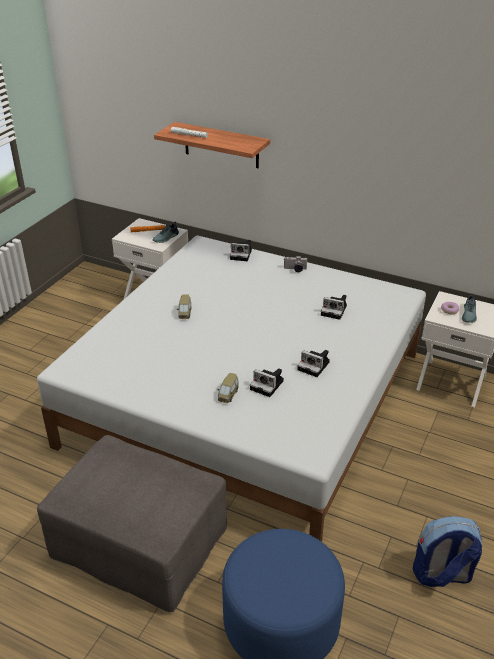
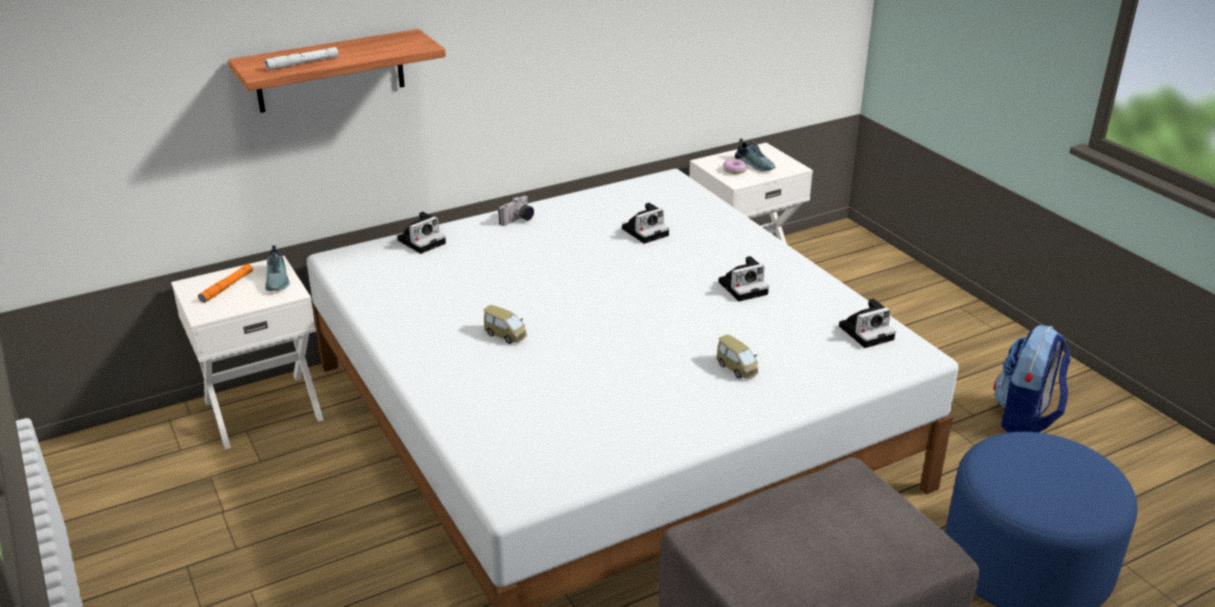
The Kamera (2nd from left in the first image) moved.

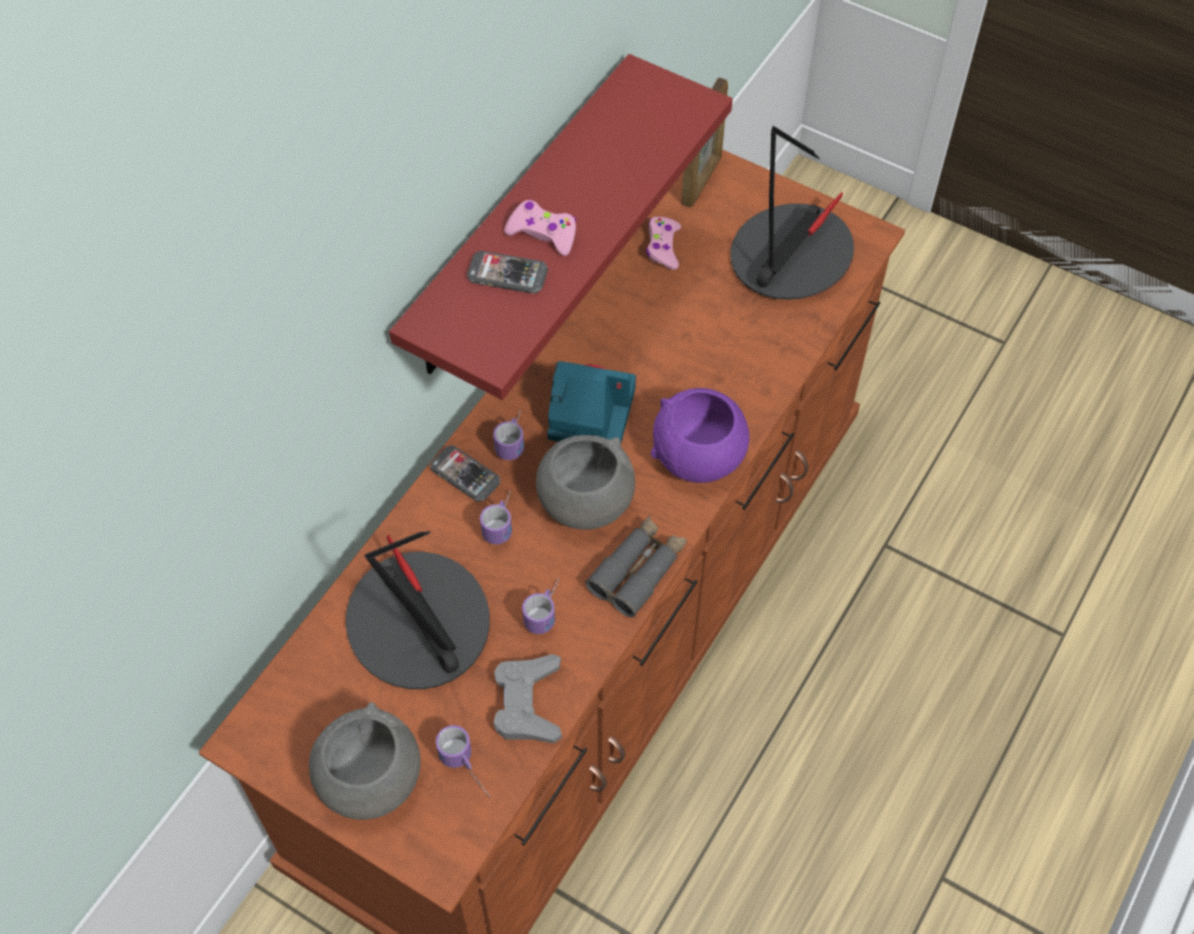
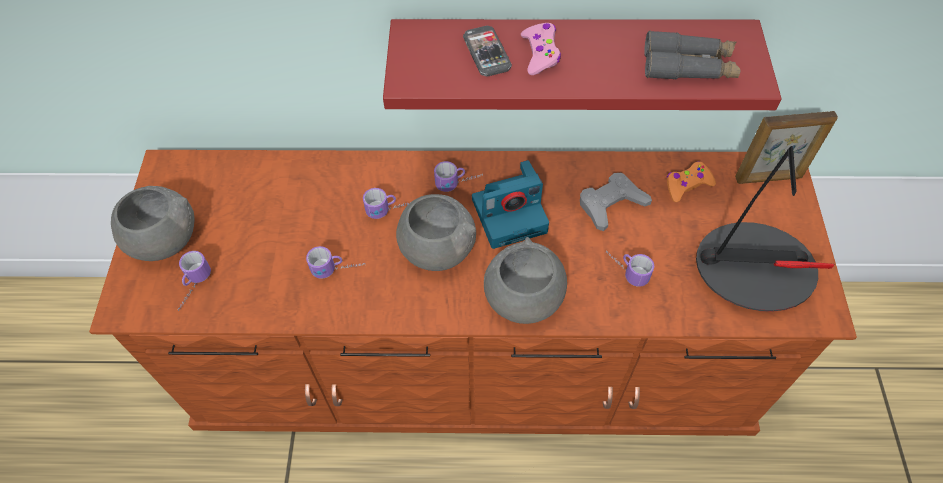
The Kamera turned 90 degrees clockwise.
The Schüssel/lila became the Schüssel/grau (3rd from left).
The Gamepad/grau moved.
The Henkelbecher (5th from left) appeared.
The Fernglas/grau moved.
The Gamepad/rosa (2nd from left) became the Gamepad/orange.
The Tischlampe (1st from left) disappeared.
The Handy (1st from left) disappeared.

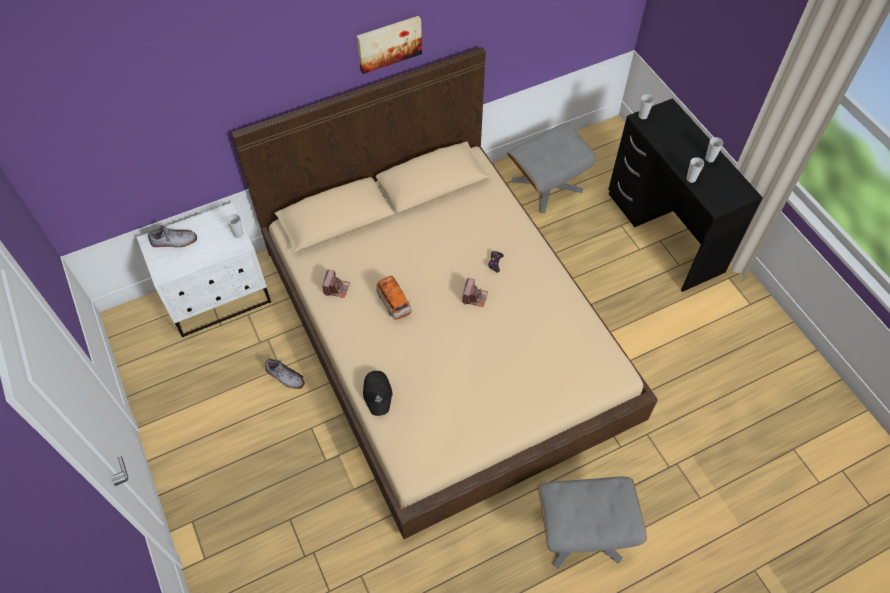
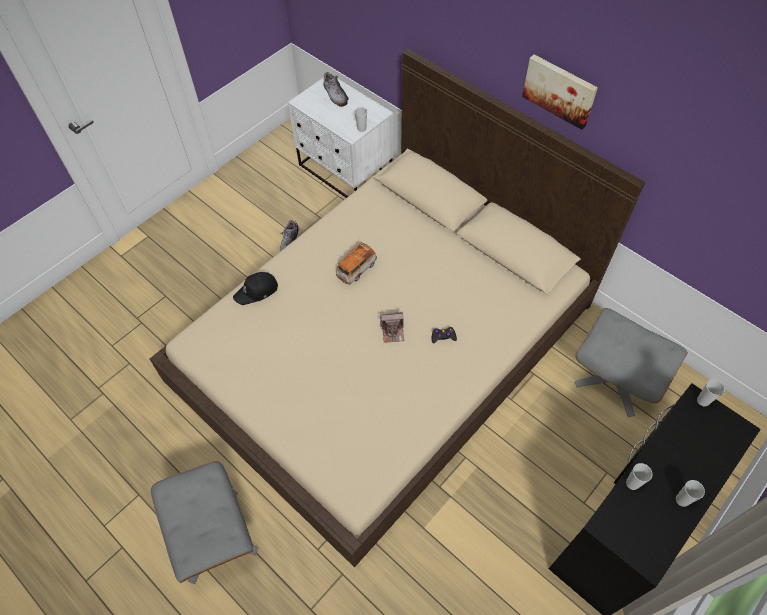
The Kamera (1st from left) disappeared.

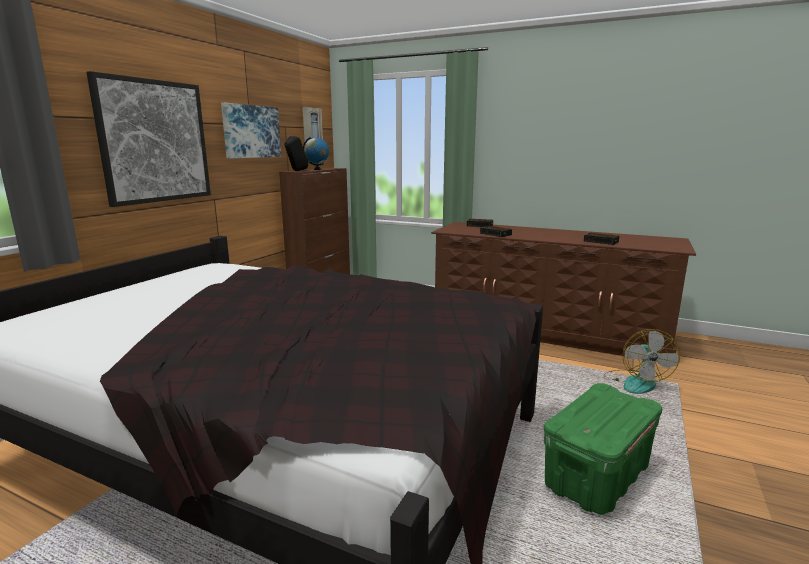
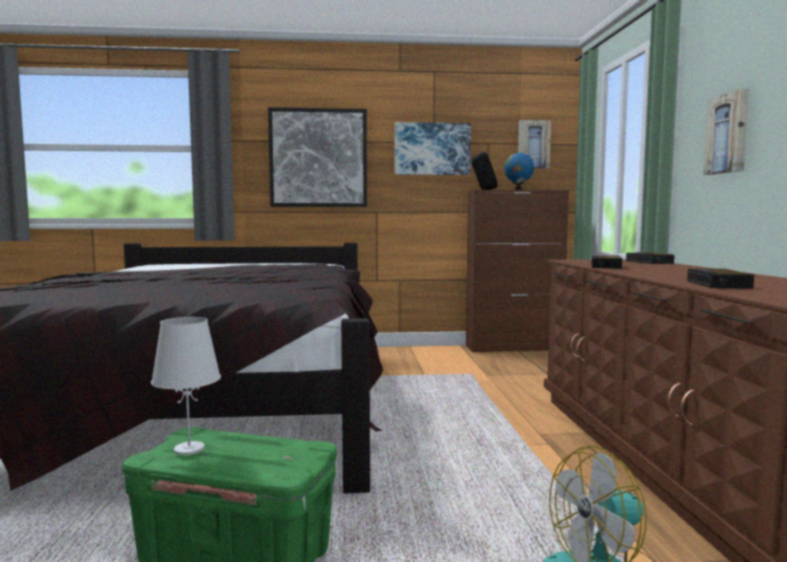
The Tischlampe/weiß appeared.
The Bild (4th from left) appeared.

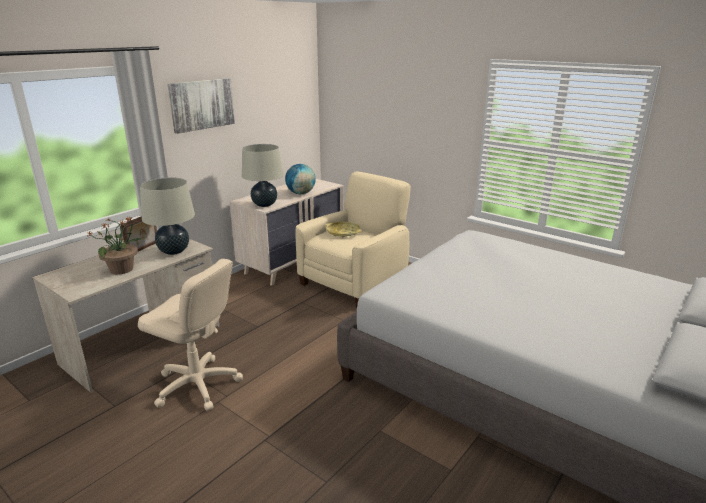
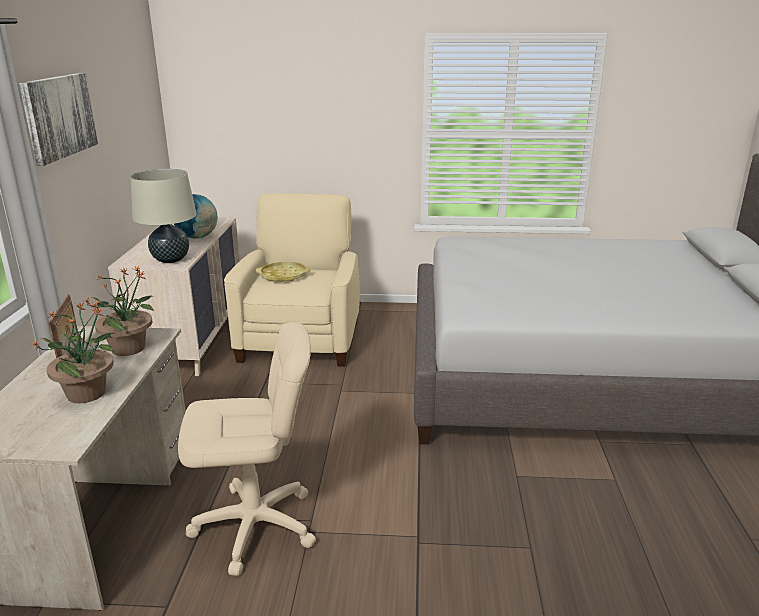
The Tischlampe/beige (1st from left) was replaced by the Topfpflanze (2nd from left).

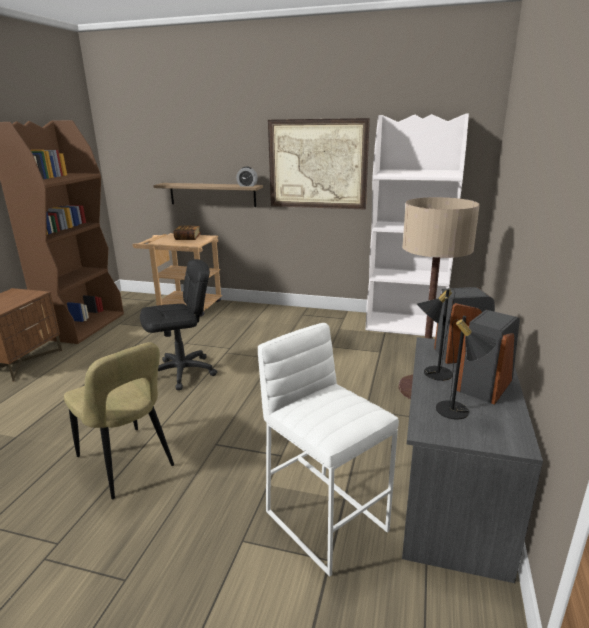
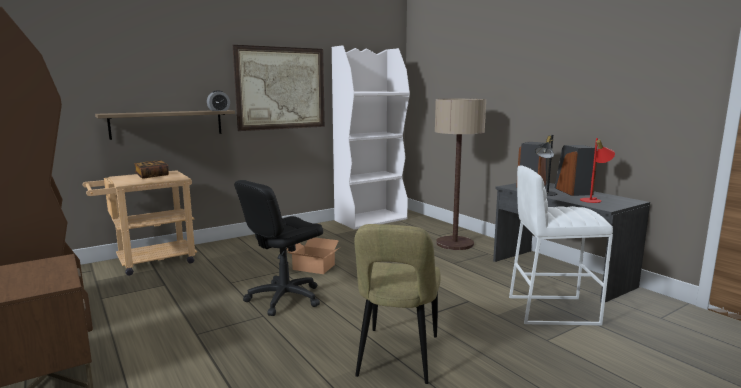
The Bürostuhl/schwarz turned 150 degrees counterclockwise.
The Karton appeared.
The Stuhl/beige turned 105 degrees clockwise.
The Tischlampe/schwarz (2nd from left) became the Tischlampe/rot.

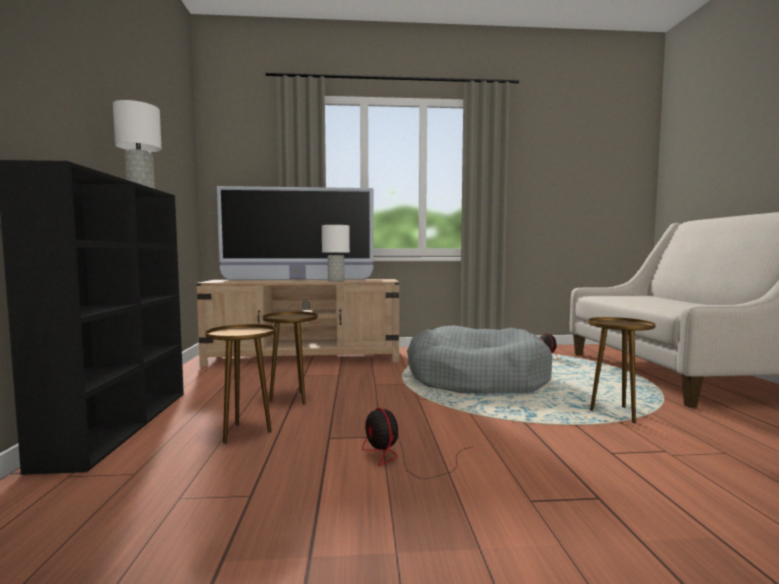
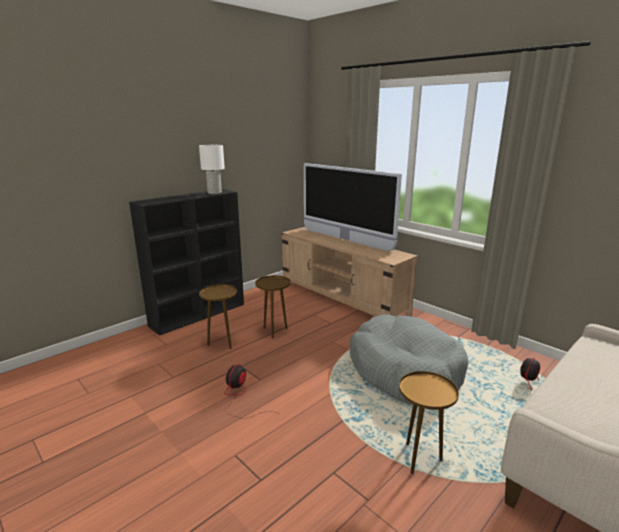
The Tischlampe/weiß (2nd from left) disappeared.

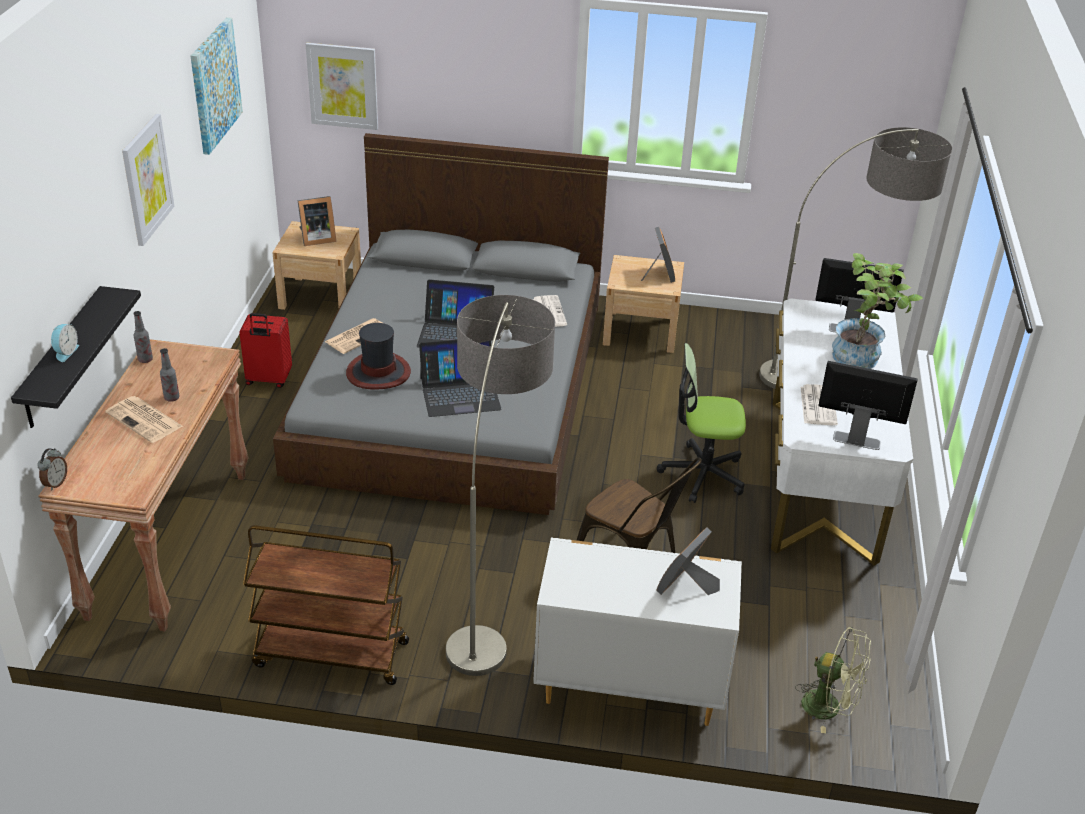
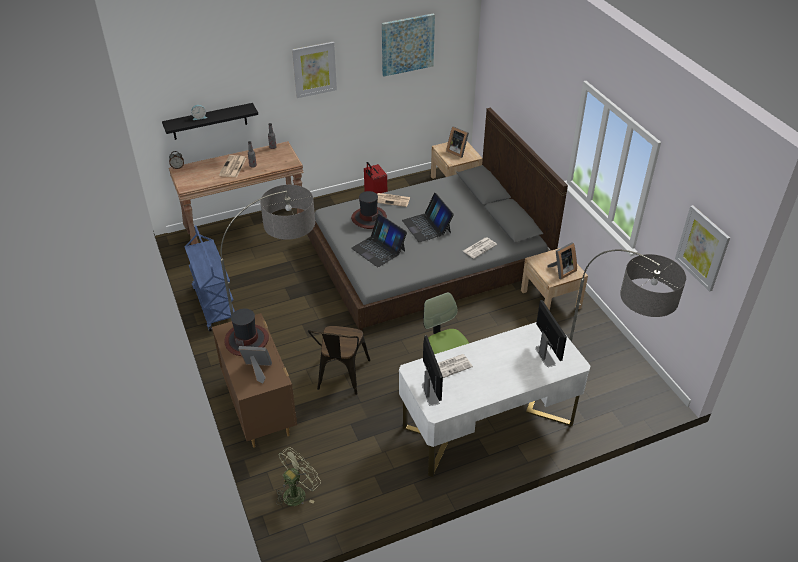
The Rollwagen/braun became the Rollwagen/blau.
The Kommode/weiß became the Kommode/braun.
The Hut (1st from left) appeared.
The Ventilator/grün turned 135 degrees counterclockwise.
The Bild (3rd from left) moved.
The Topfpflanze disappeared.

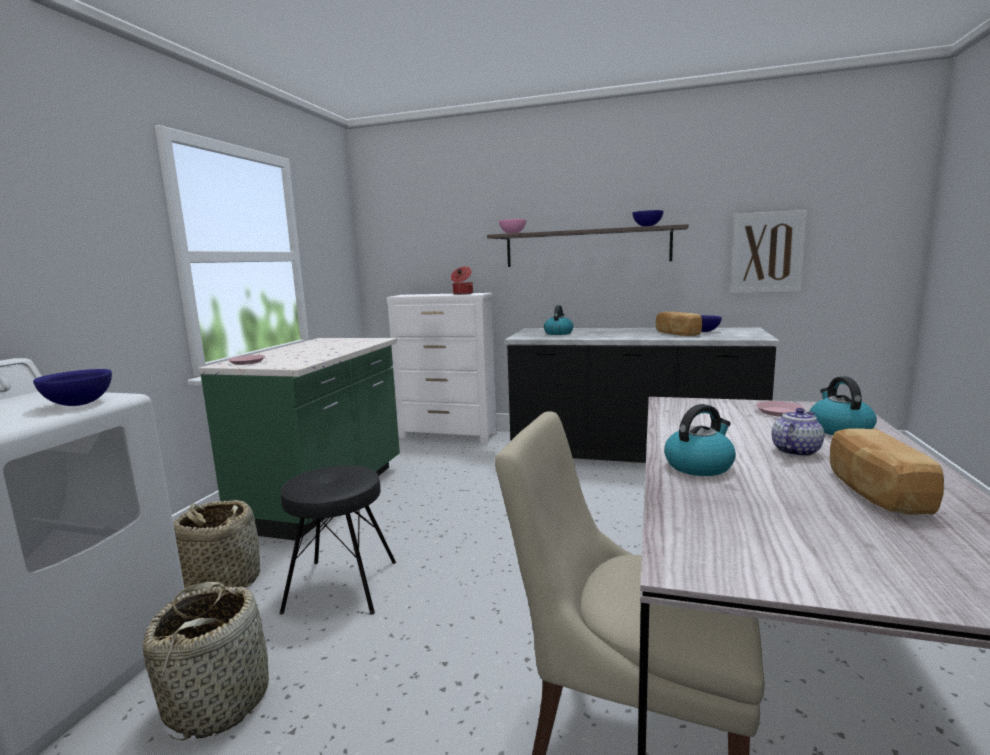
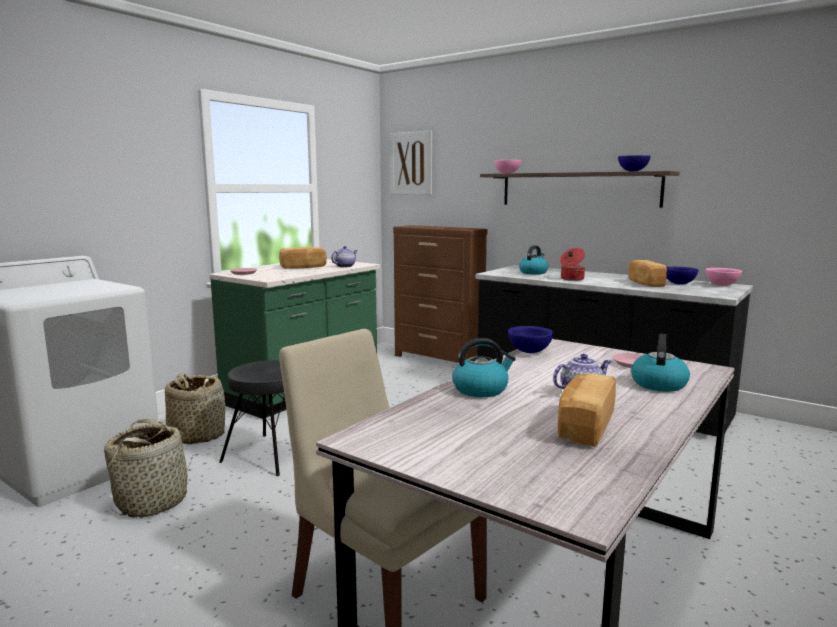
The Brot (1st from left) appeared.
The Teekanne (1st from left) appeared.
The Bild moved.
The Kommode/weiß became the Kommode/braun.
The Schüssel/blau (1st from left) moved.
The Kochtopf moved.
The Schüssel/rosa (2nd from left) appeared.

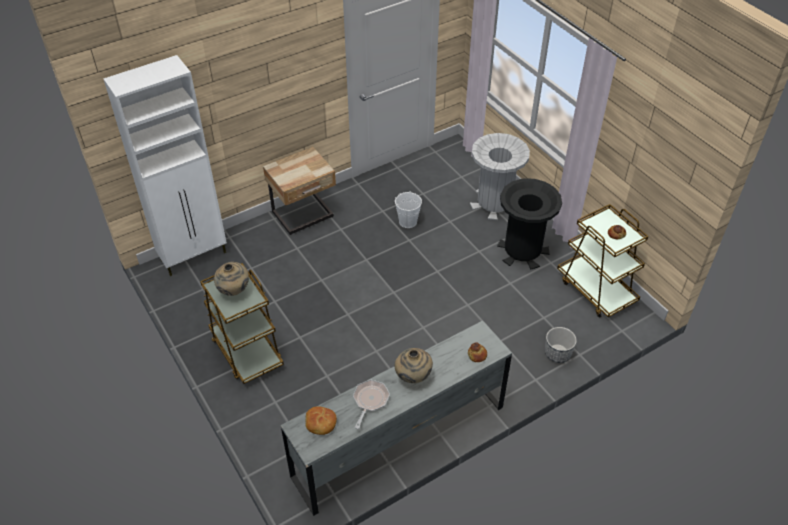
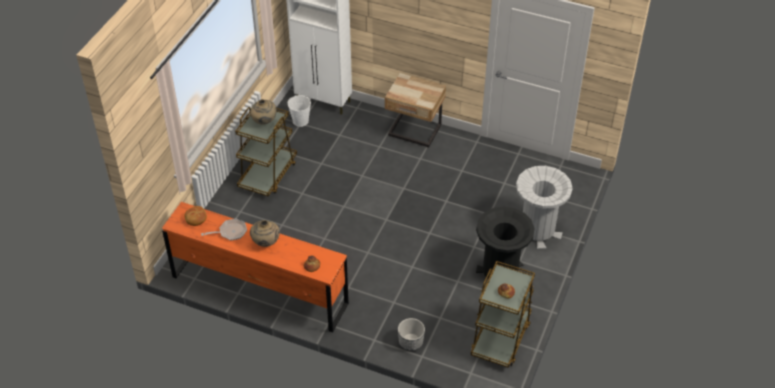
The Kommode/grau became the Kommode/orange.
The Eimer/weiß moved.

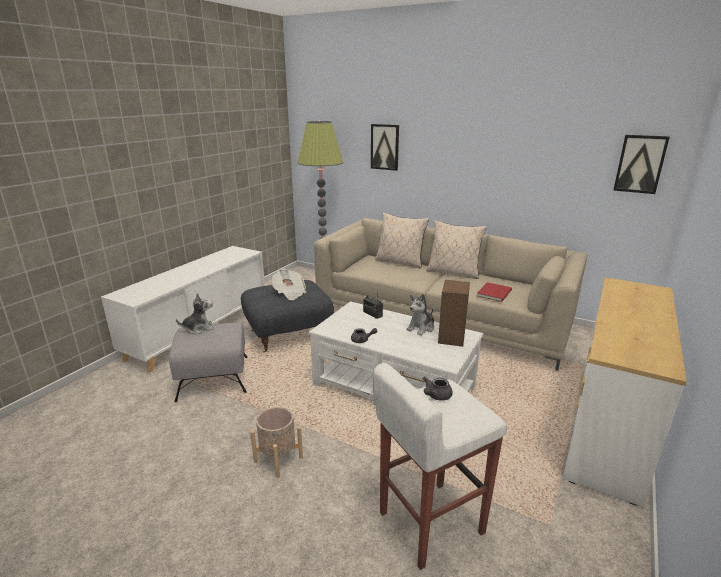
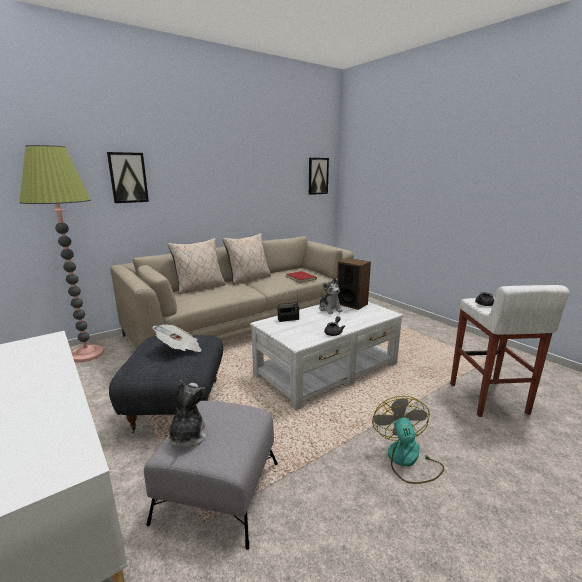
The Pflanzkübel/beige was replaced by the Ventilator.
The Kommode/weiß disappeared.

